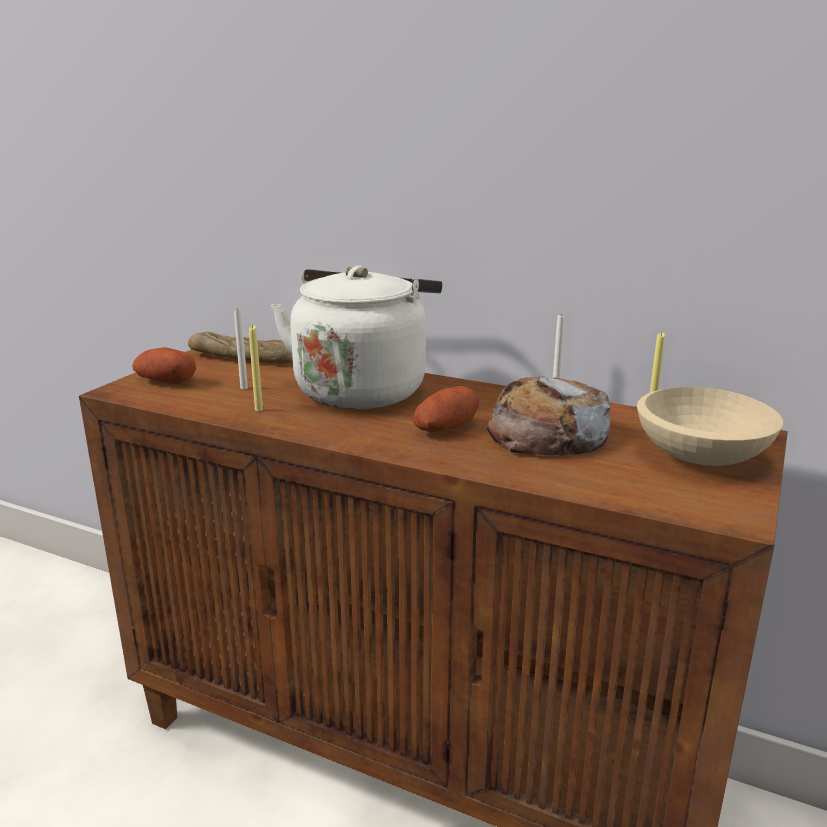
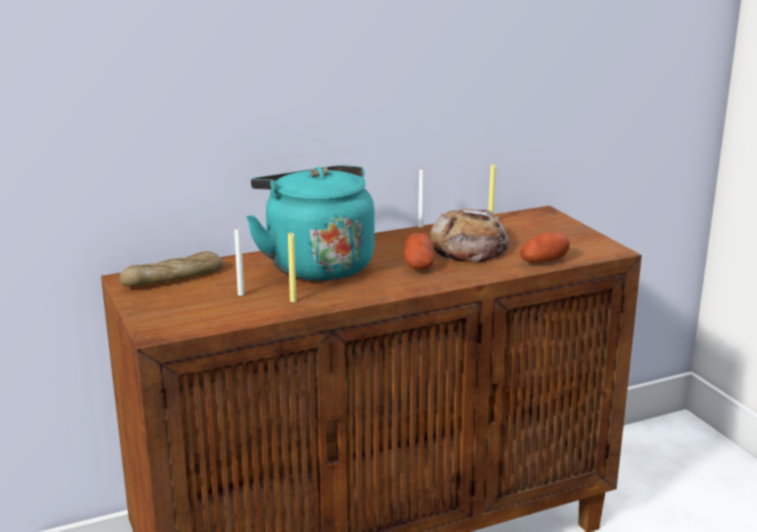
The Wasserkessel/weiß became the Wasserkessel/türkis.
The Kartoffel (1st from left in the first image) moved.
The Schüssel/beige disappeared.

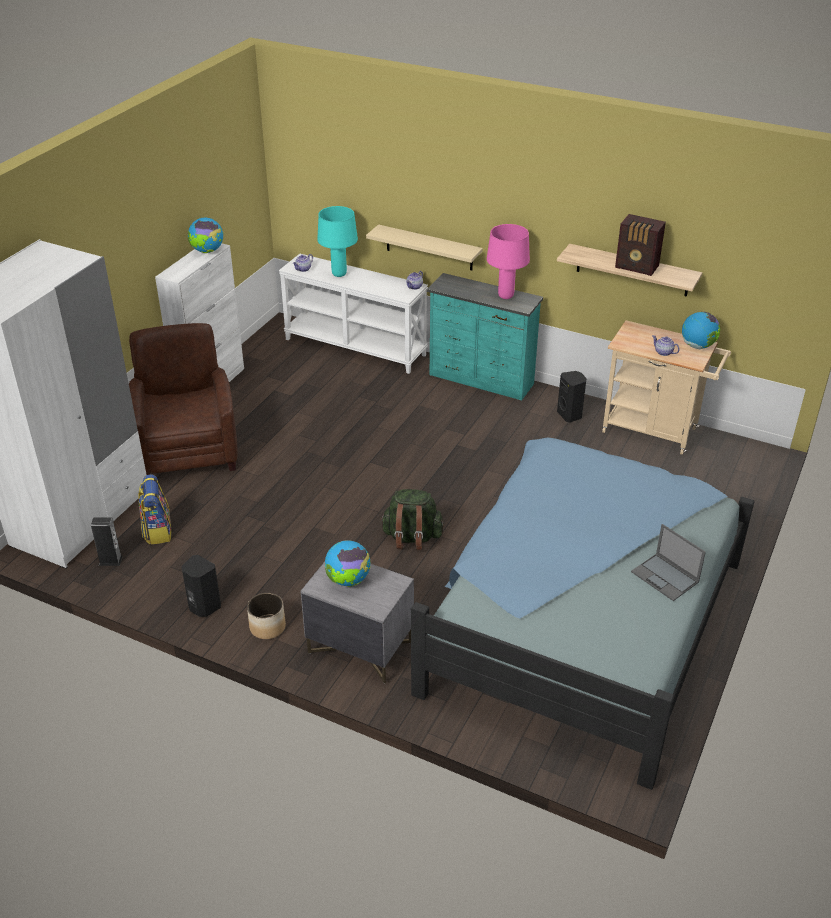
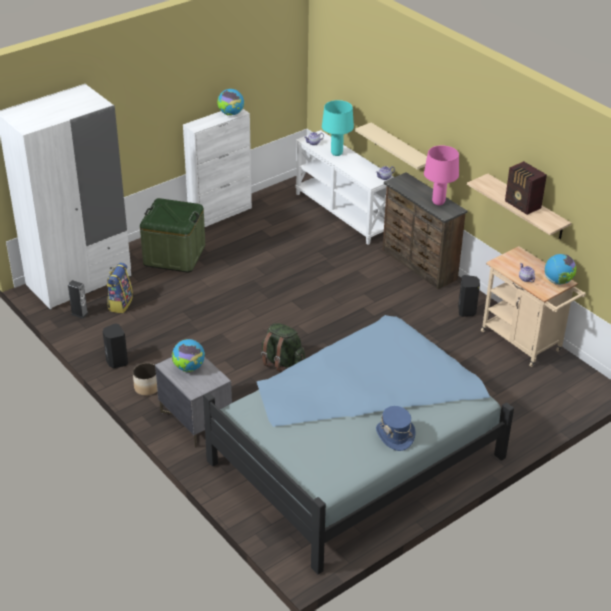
The Sessel/braun was replaced by the Aufbewahrungsbox/grün.
The Laptop was replaced by the Hut/blau.
The Kommode/türkis became the Kommode/braun.

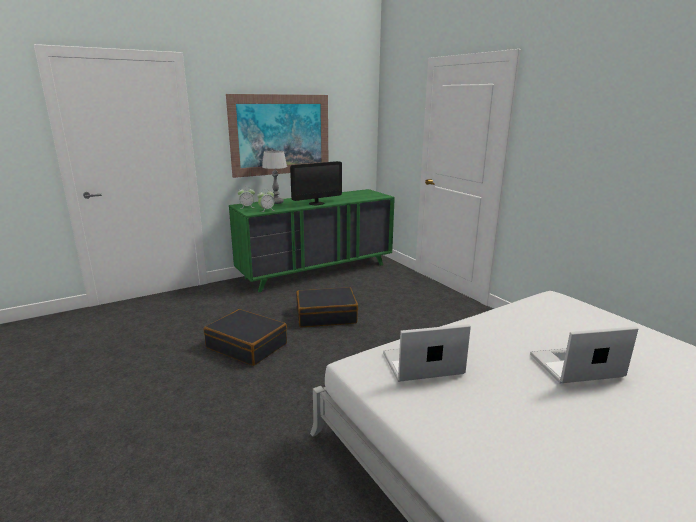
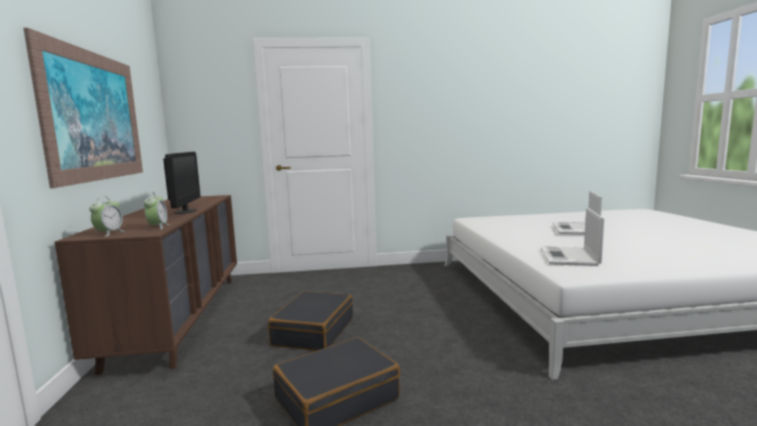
The Kommode/grün became the Kommode/braun.
The Tischlampe disappeared.

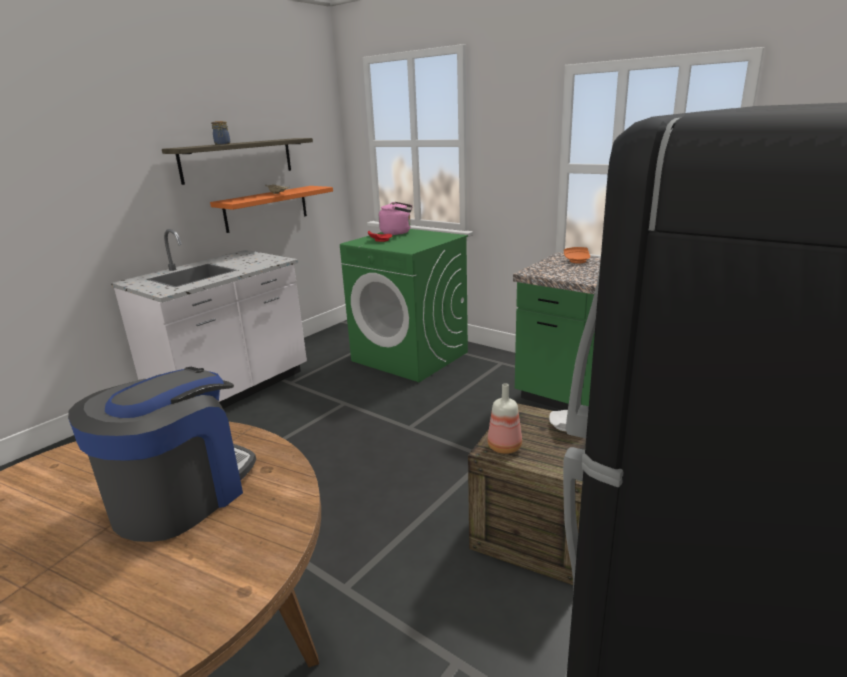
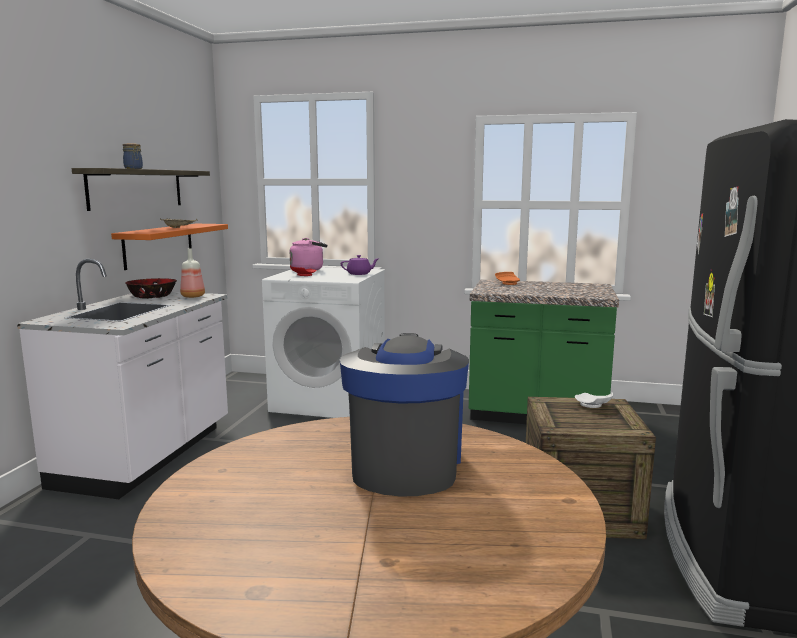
The Schüssel appeared.
The Flasche moved.
The Waschmaschine/grün became the Waschmaschine/weiß.
The Teekanne/lila appeared.

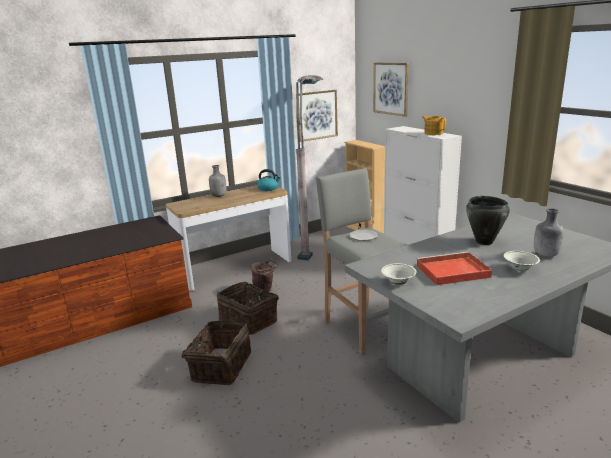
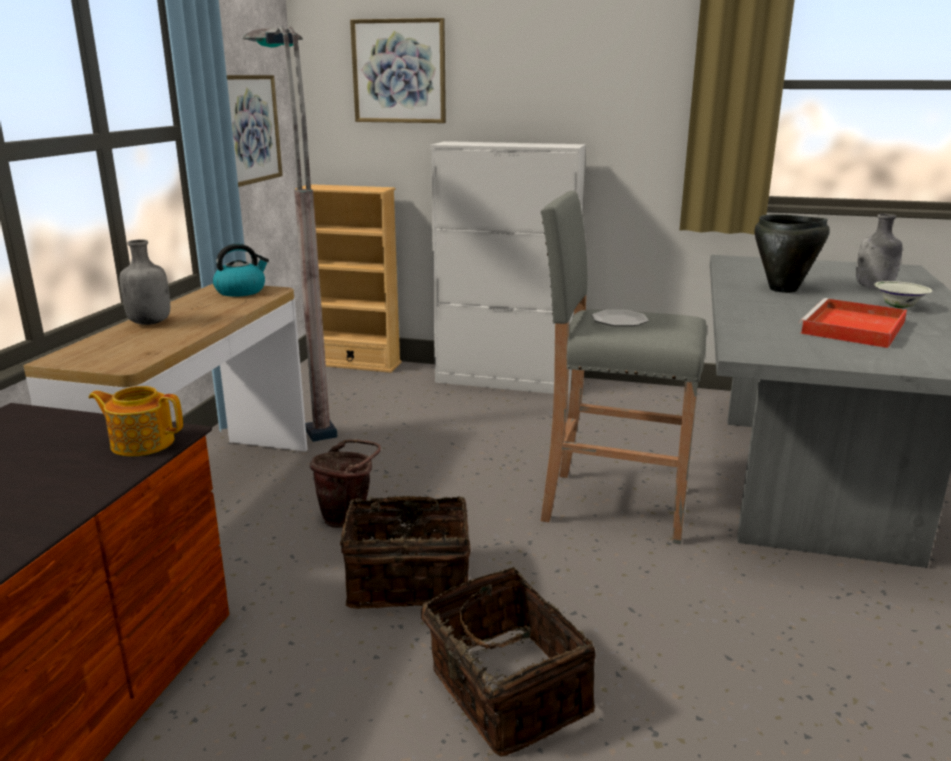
The Teekanne moved.
The Schüssel/weiß (1st from left) disappeared.

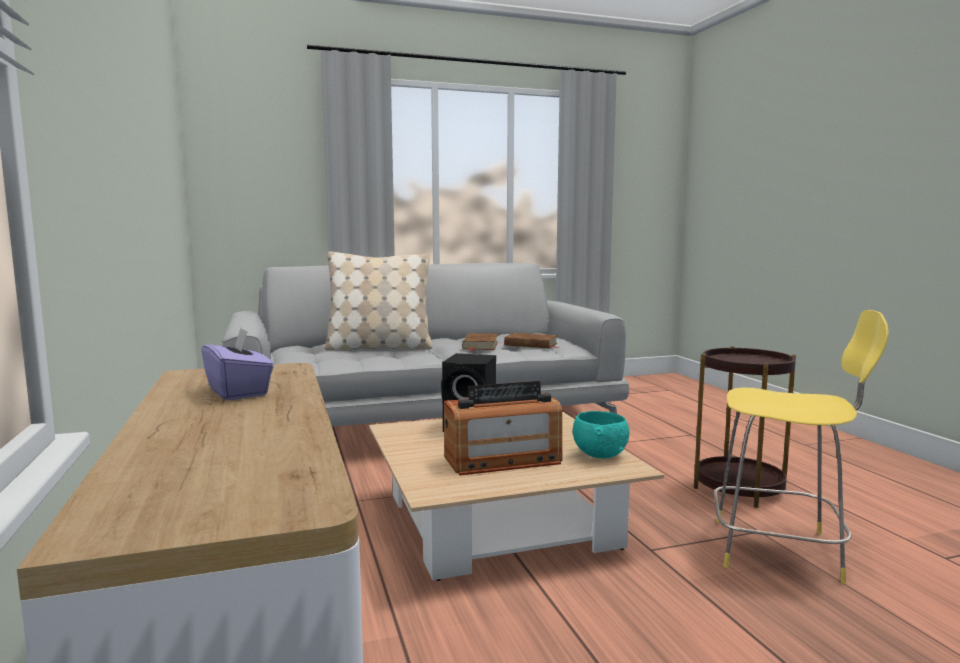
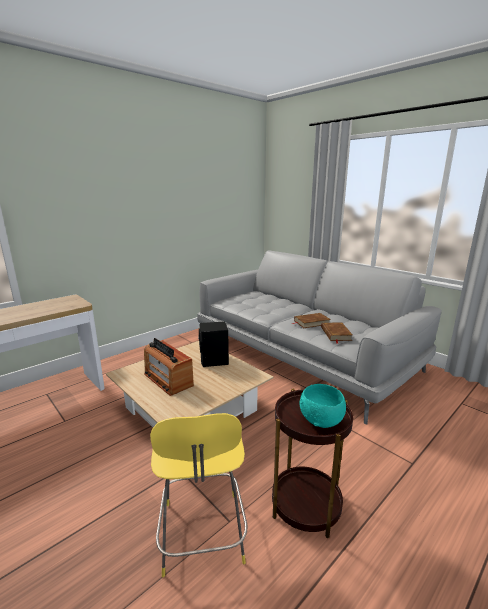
The Schüssel/türkis moved.
The Taschentuchbox/lila disappeared.
The Kissen/beige disappeared.

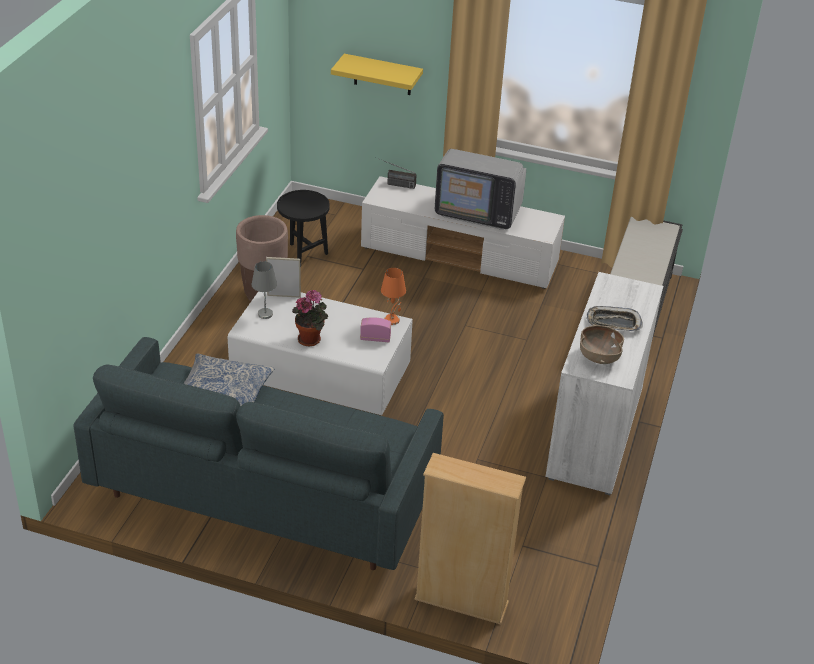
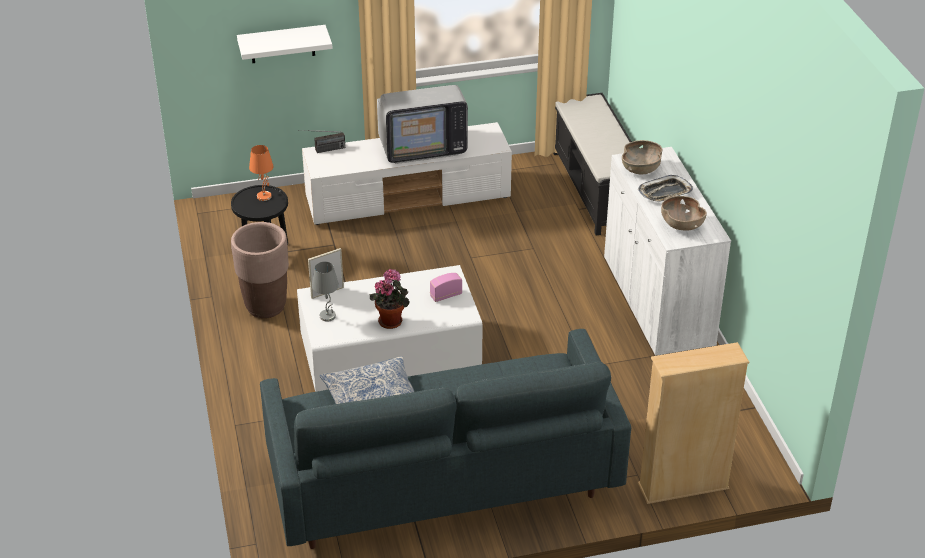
The Wandregal/gelb became the Wandregal/weiß.
The Tischlampe/orange moved.
The Schüssel/braun (1st from left) appeared.

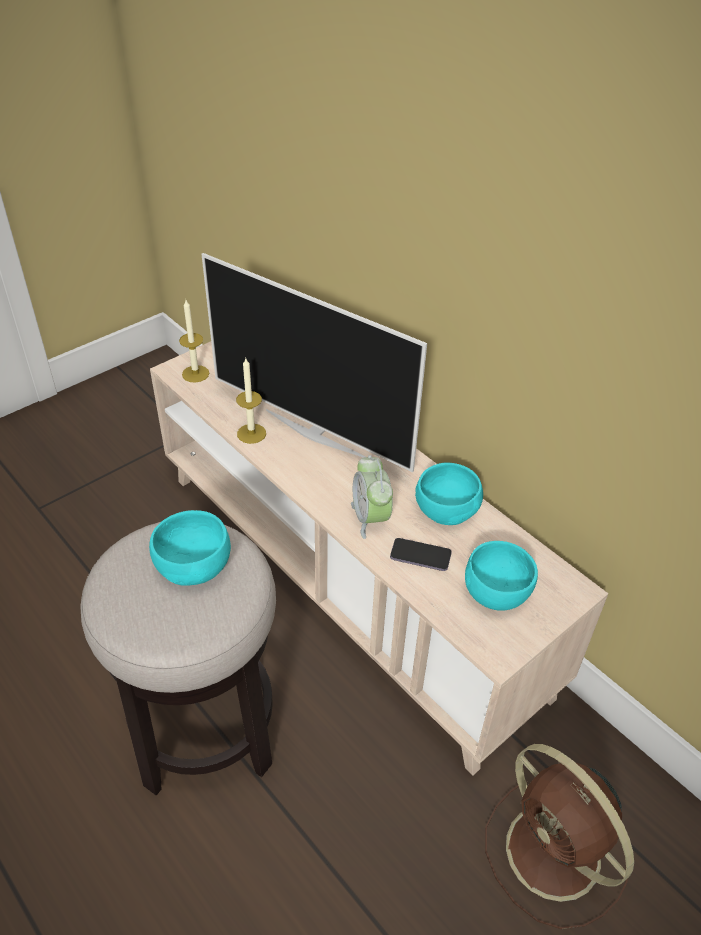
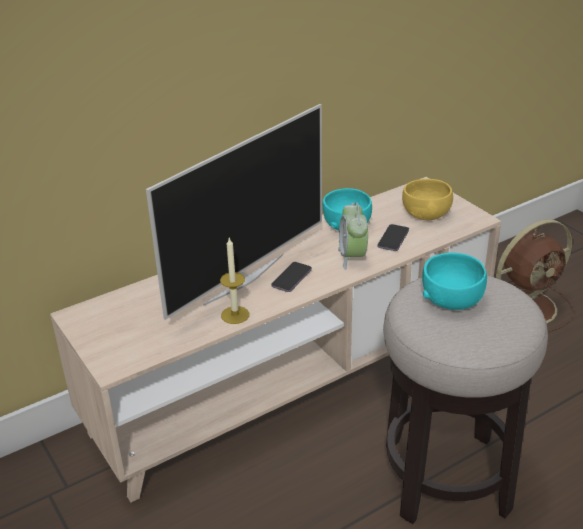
The Handy (1st from left) appeared.
The Wecker turned 90 degrees clockwise.
The Schüssel/türkis (3rd from left) became the Schüssel/gelb.
The Kerze (1st from left) disappeared.

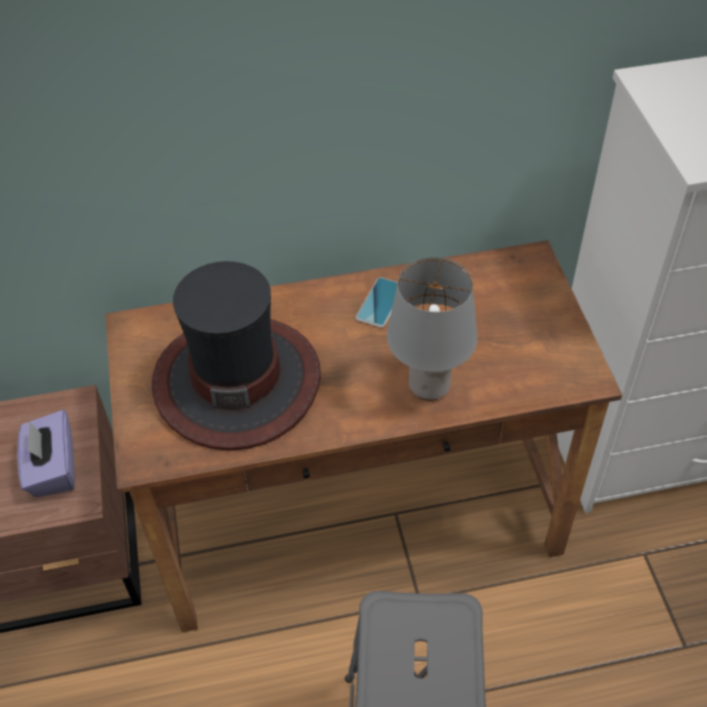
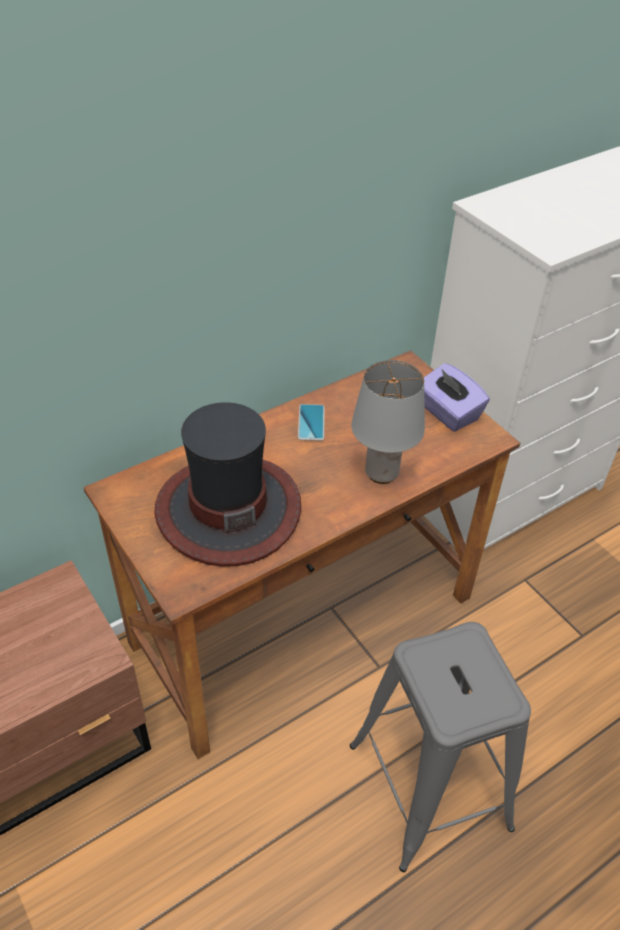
The Taschentuchbox/lila moved.

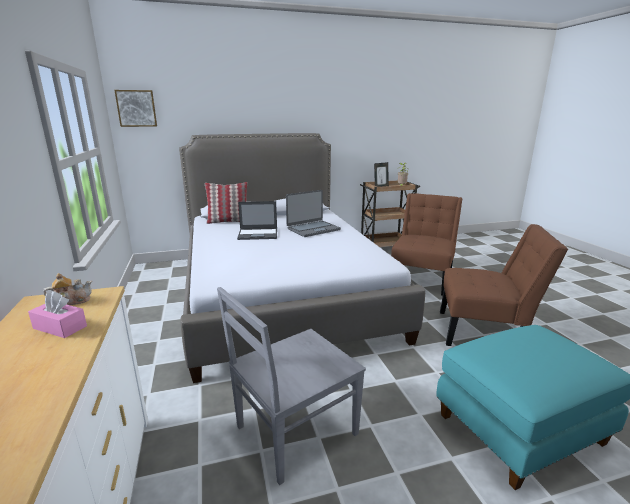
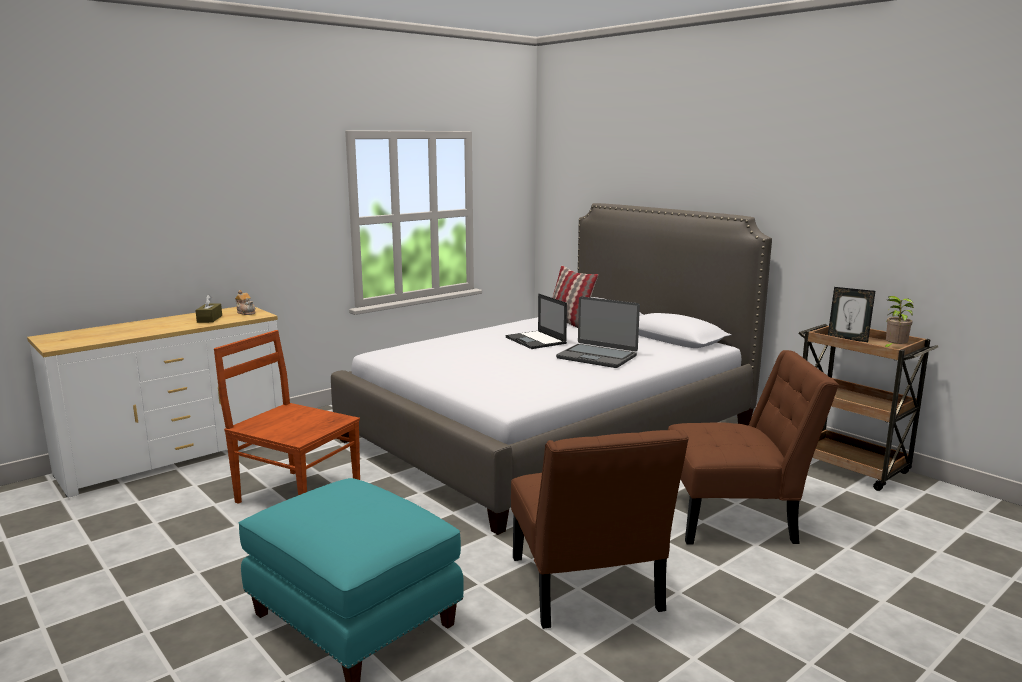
The Taschentuchbox/rosa became the Taschentuchbox/braun.
The Stuhl/grau became the Stuhl/braun (1st from left).
The Bild disappeared.

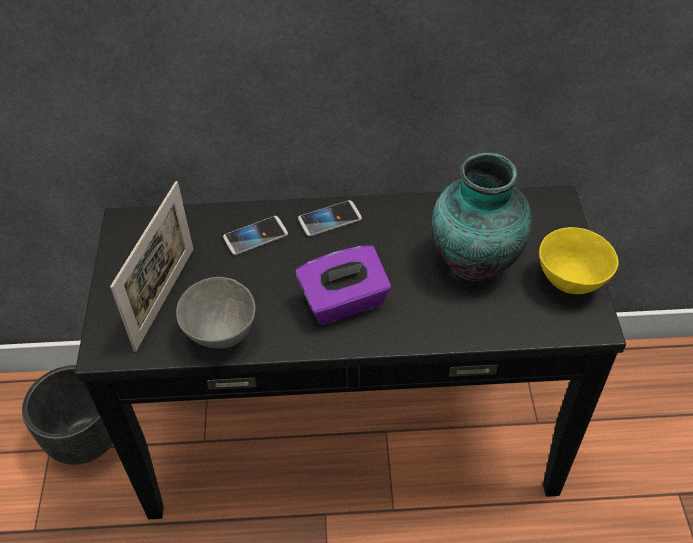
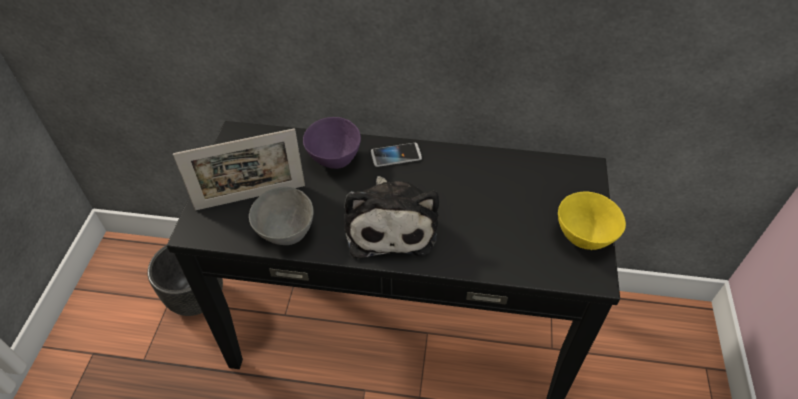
The Bilderrahmen turned 45 degrees clockwise.
The Handy (1st from left) was replaced by the Schüssel/lila.
The Taschentuchbox/lila was replaced by the Plüschtier.
The Vase disappeared.

